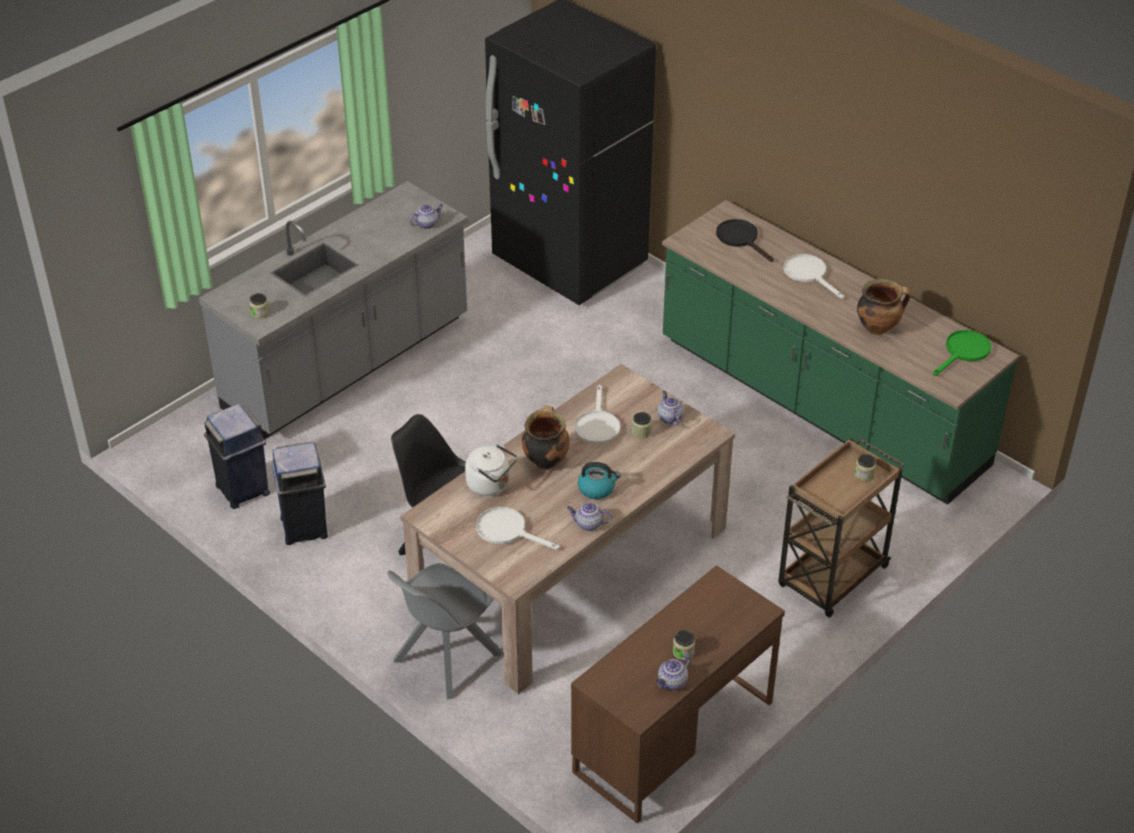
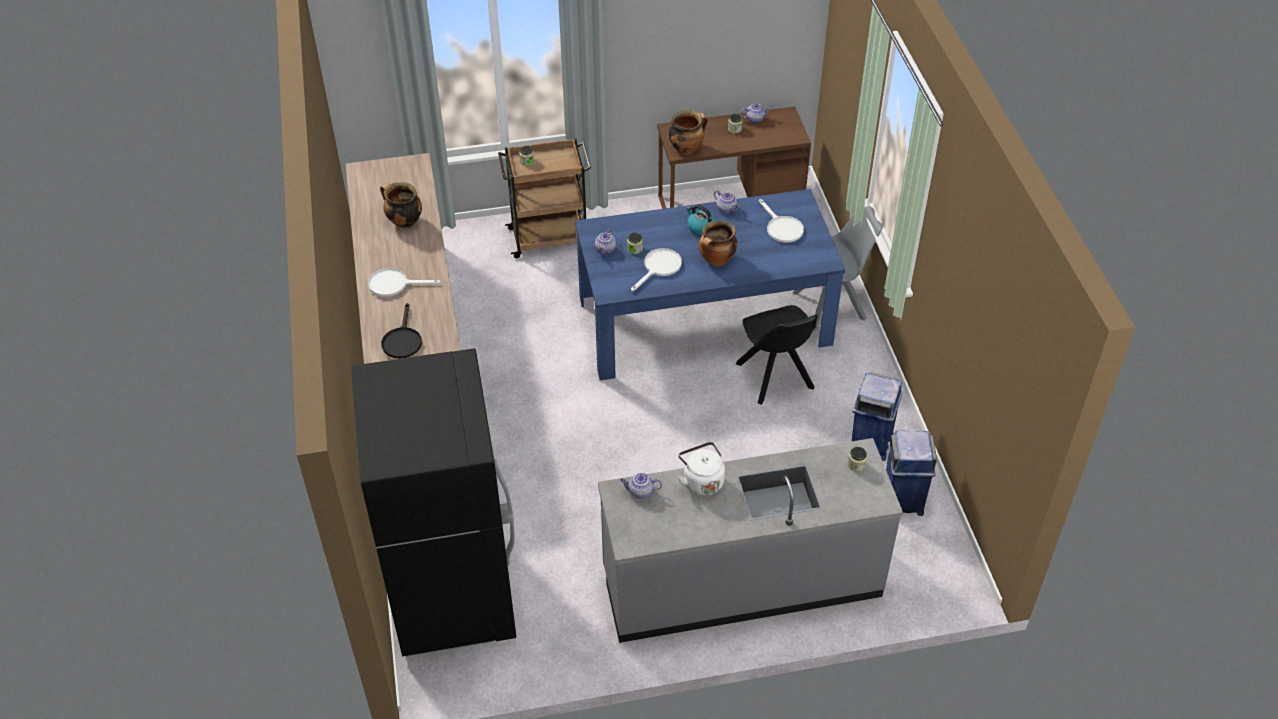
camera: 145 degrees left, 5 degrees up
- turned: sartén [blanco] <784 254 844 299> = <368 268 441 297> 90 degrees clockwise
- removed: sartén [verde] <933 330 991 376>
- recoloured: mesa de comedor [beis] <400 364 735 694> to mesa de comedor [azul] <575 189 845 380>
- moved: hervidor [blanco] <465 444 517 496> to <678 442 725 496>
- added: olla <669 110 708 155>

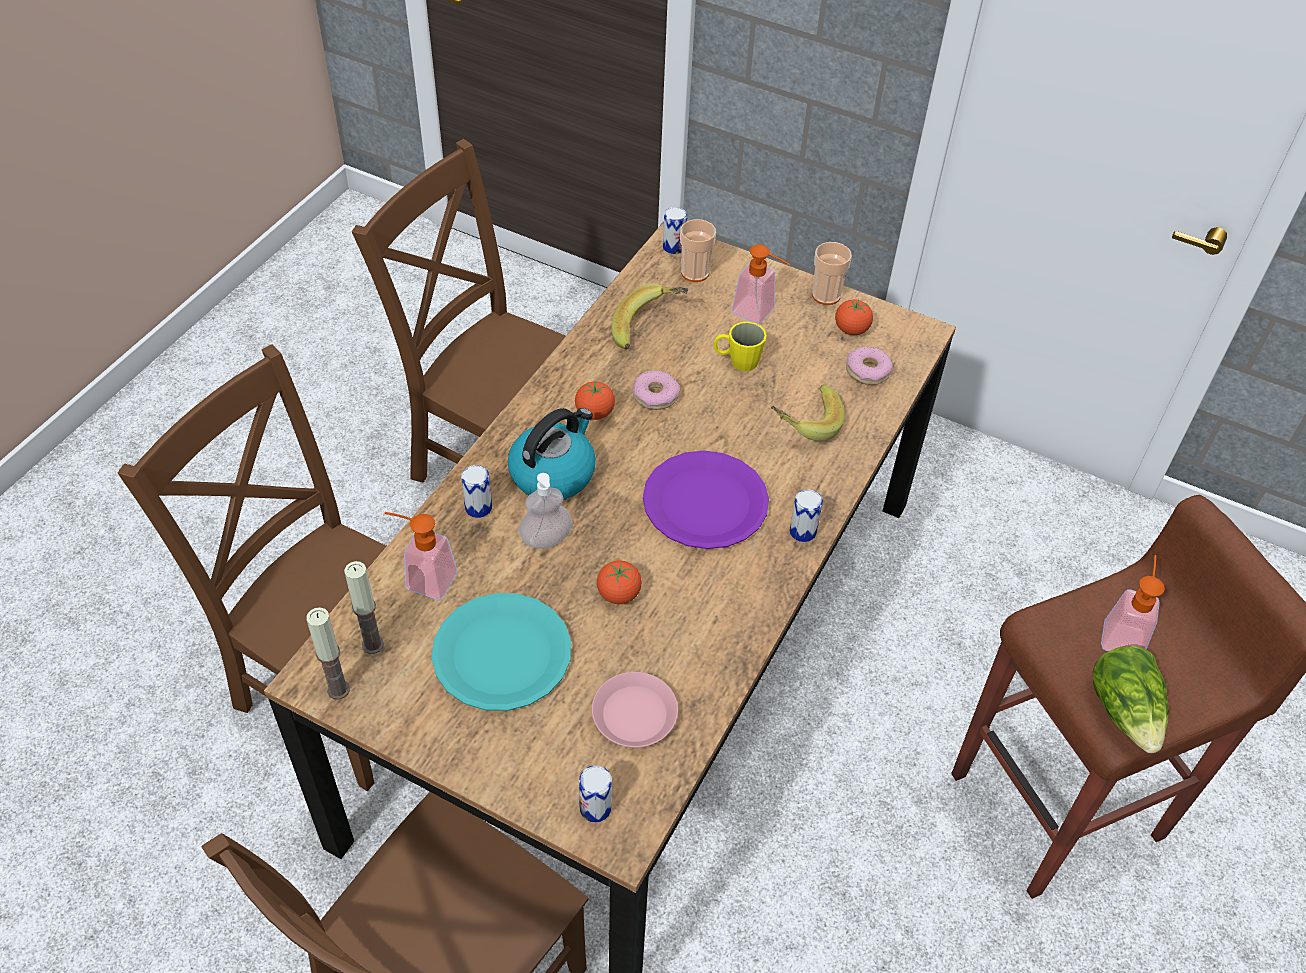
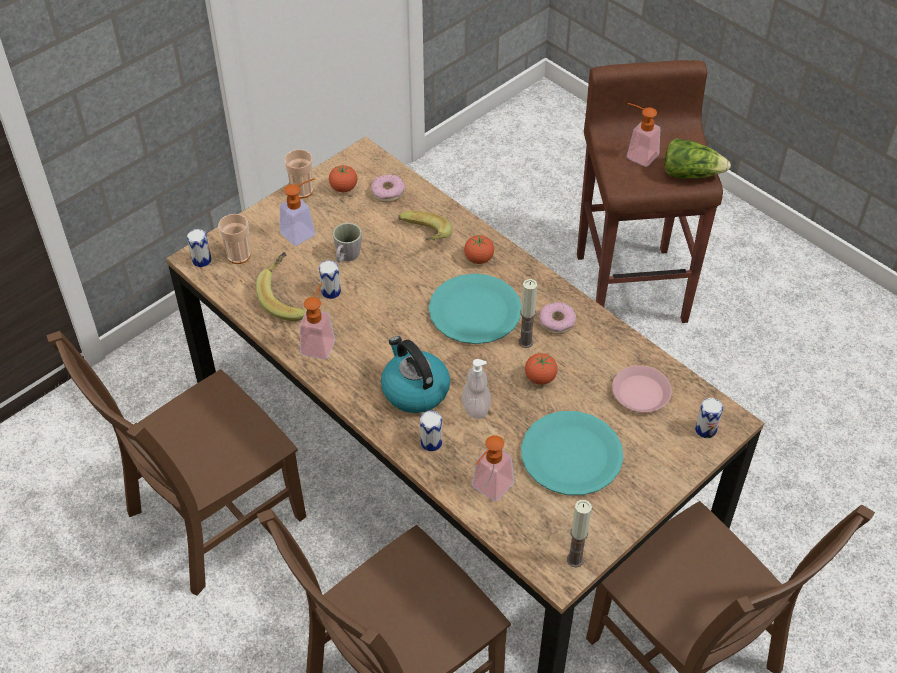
camera: 70 degrees left, 0 degrees up
- recoloured: taza grande [amarillo] <714 322 767 371> to taza grande [gris] <333 223 362 262>
- moved: rosquilla <633 371 680 410> to <539 302 576 334>
- moved: tomate <575 381 615 420> to <464 235 494 264>
- recoloured: plato [morado] <643 450 769 549> to plato [turquesa] <429 273 521 344>
- moved: lata <790 489 823 542> to <319 260 341 299>
- moved: vela <344 561 384 654> to <519 279 537 348>
- added: dispensador de jabón <300 283 335 359>

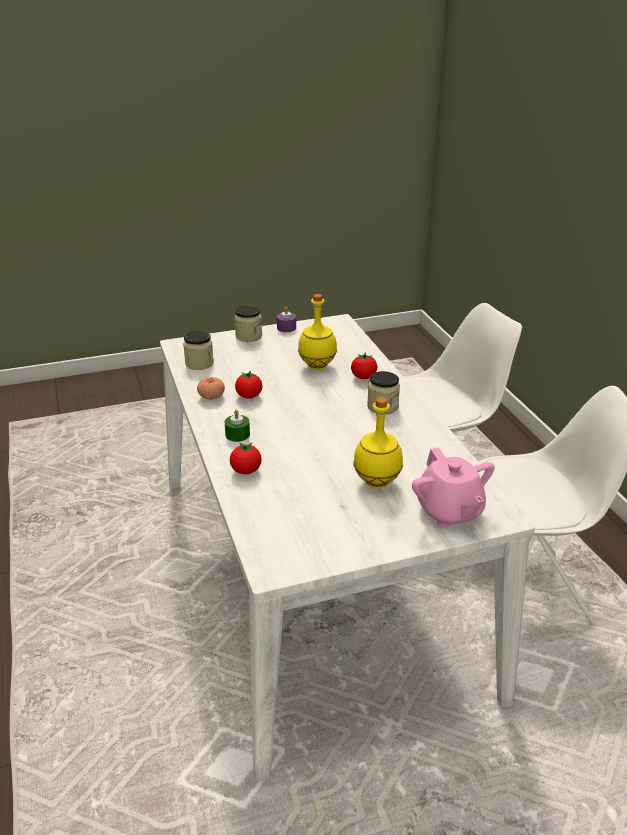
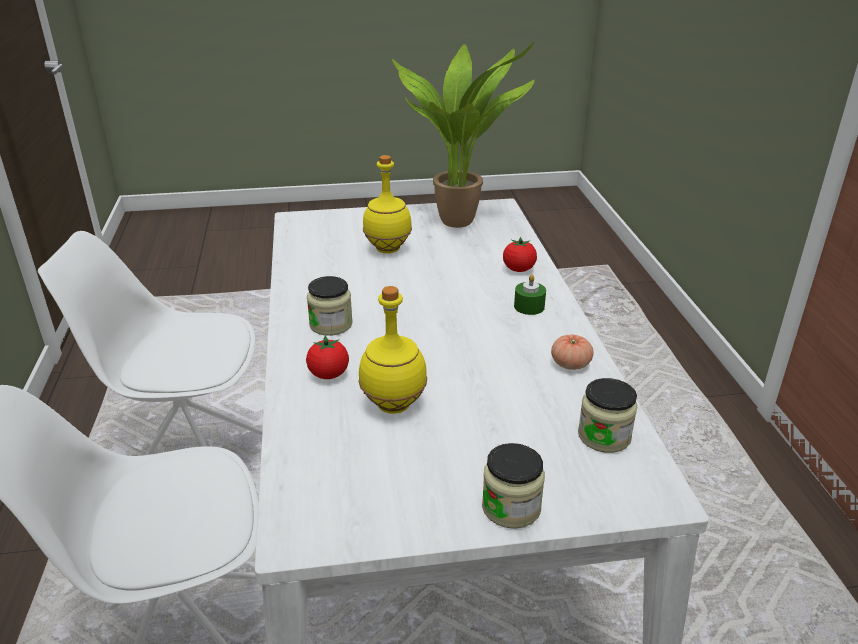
camera: 170 degrees left, 0 degrees up
- removed: vela [morado] <277 307 296 332>
- removed: tomate <235 370 262 399>
- removed: tetera [rosa] <412 447 495 528>
- added: planta en maceta <392 42 535 228>

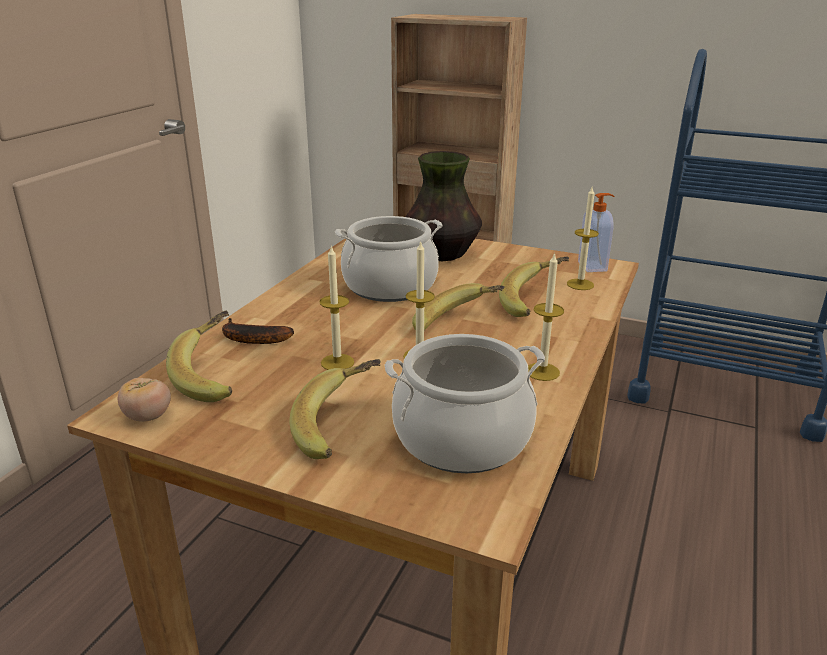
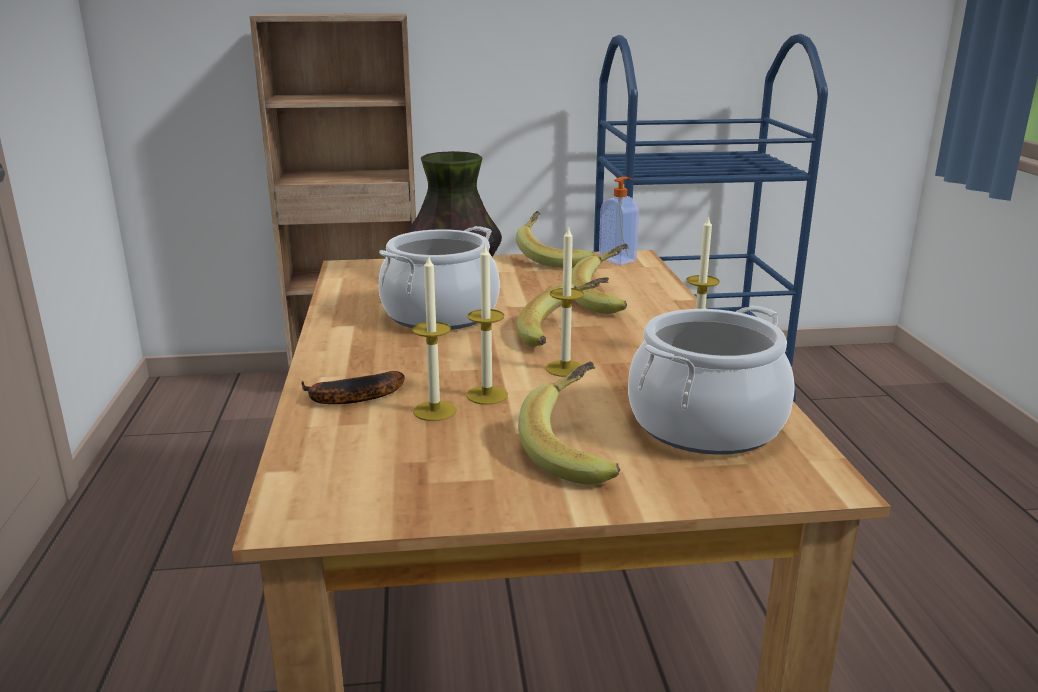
camera: 30 degrees left, 5 degrees down
- moved: vela <567 187 599 290> to <412 254 457 421>
- moved: plátano <166 311 232 402> to <516 211 595 268>
- removed: tomate <118 378 171 422>

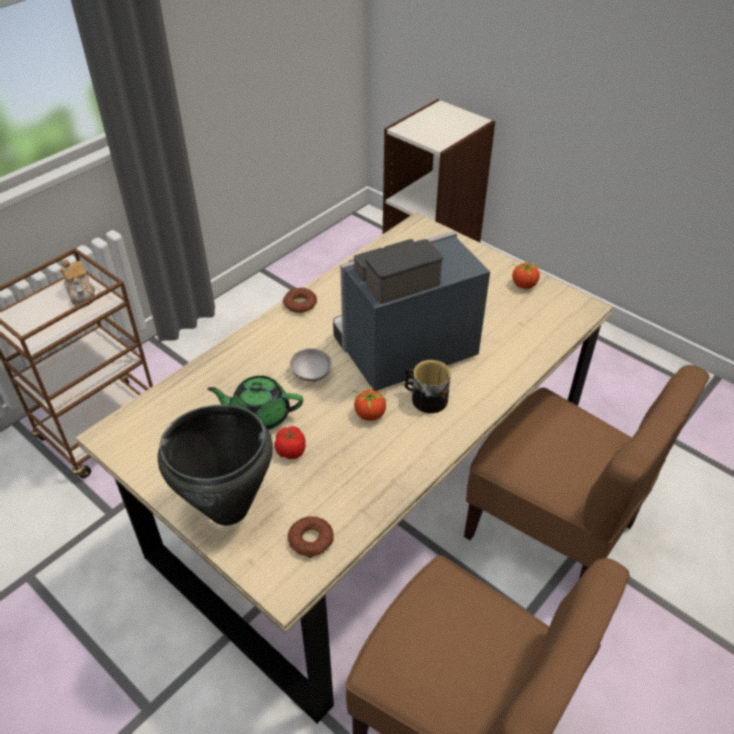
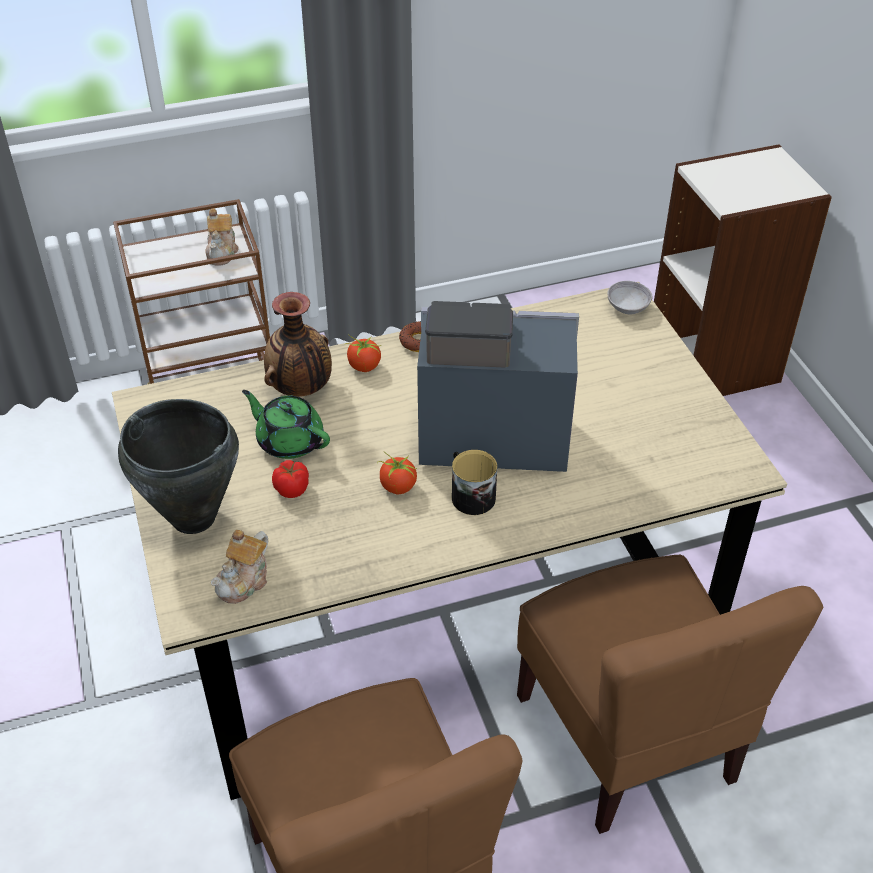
camera: 30 degrees right, 0 degrees up
- moved: tomate <512 260 540 289> to <345 335 381 372>
- moved: cuenco [gris] <290 348 331 382> to <607 281 653 314>
- replaced: rosquilla <288 516 334 558> to tetera <211 530 268 604>
- added: florero <264 292 332 397>

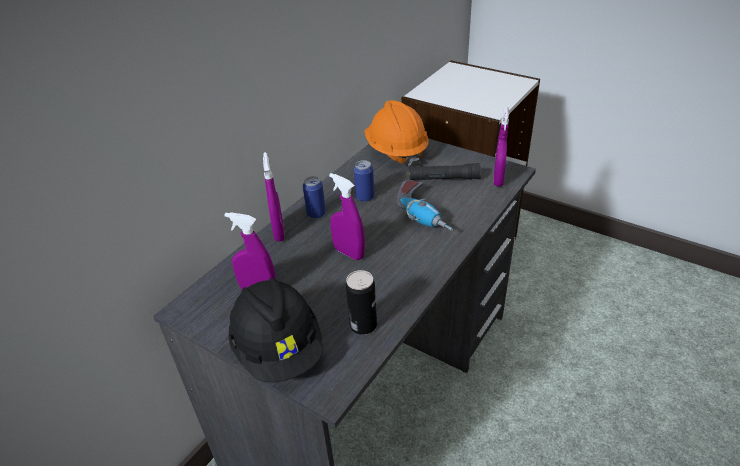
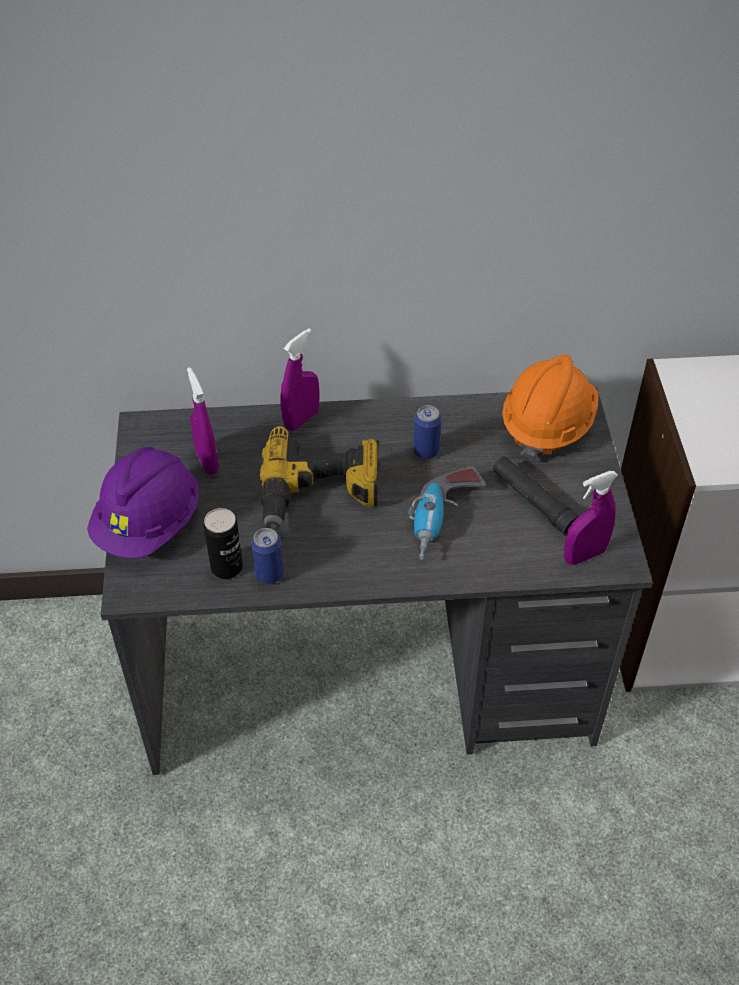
camera: 50 degrees right, 10 degrees up
- replaced: pulverizador [morado] <329 173 365 260> to taladro <260 426 379 531>
- moved: lata <303 176 326 219> to <251 528 284 584>
- recoloured: casco [negro] <228 278 323 382> to casco [morado] <87 447 199 558>

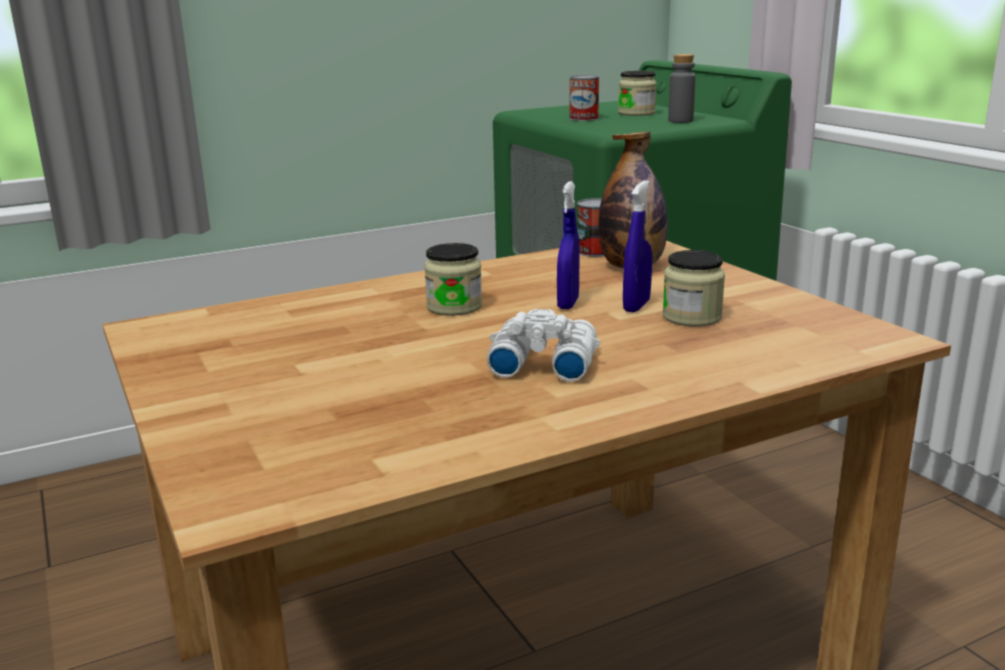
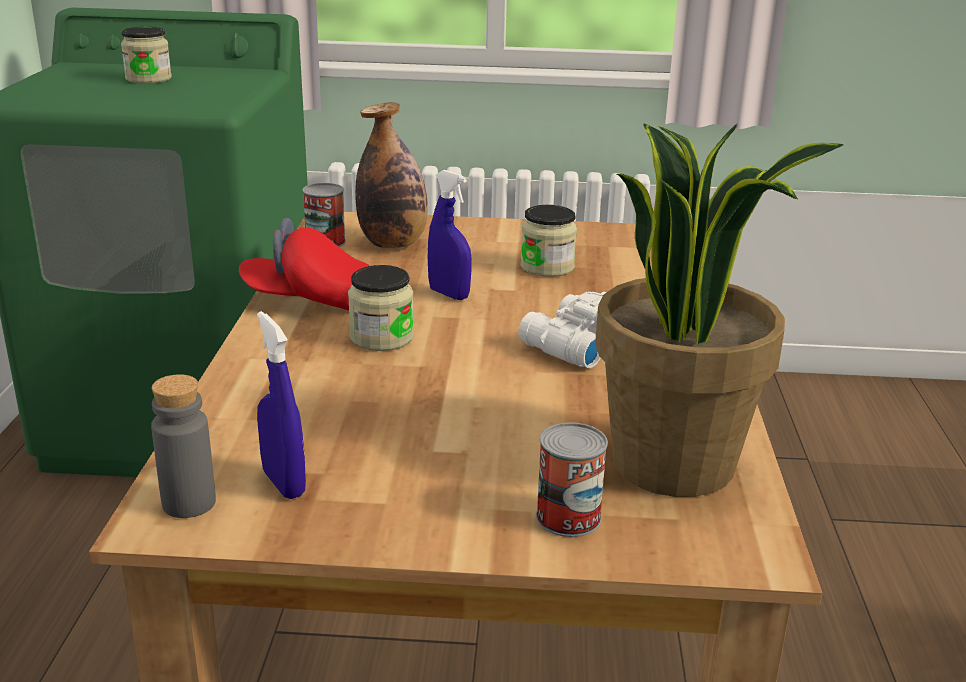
camera: 60 degrees left, 5 degrees up
- moved: botella [gris] <668 54 696 123> to <151 374 216 518>
- moved: lata <569 75 599 121> to <536 423 608 537>
- moved: pulverizador [azul] <623 180 652 312> to <257 311 306 499>
- added: planta en maceta <595 123 843 497>
- added: gorra [rojo] <239 218 370 310>

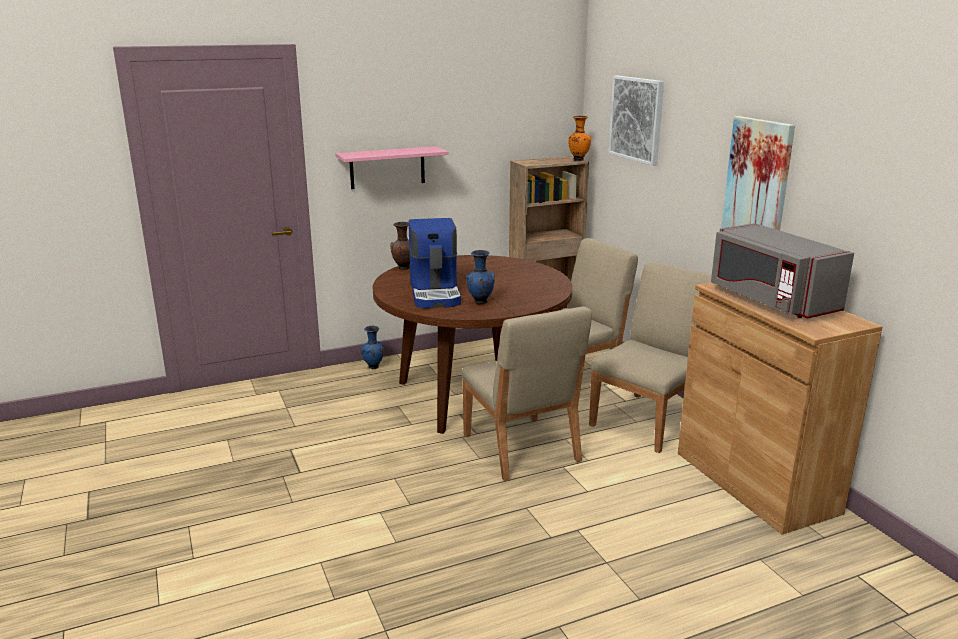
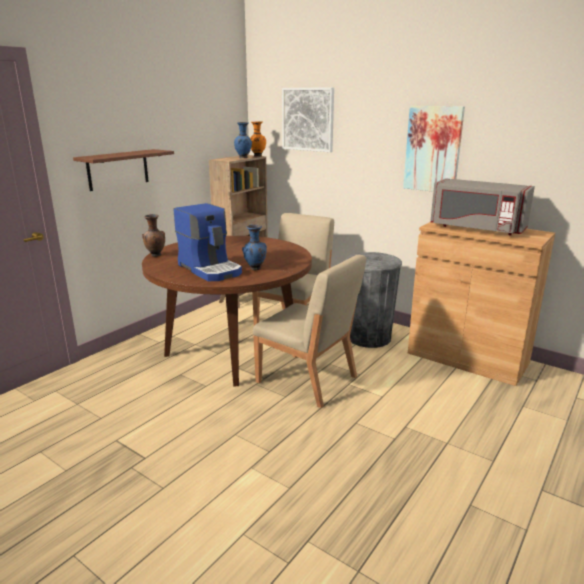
camera: 30 degrees left, 0 degrees up
- recoloured: estante [rosa] <335 146 449 189> to estante [marrón] <73 149 174 191>
- replaced: silla [beis] <589 262 712 453> to papelera [gris] <346 252 402 348>
- moved: florero [azul] <361 326 384 370> to <234 122 252 158>

